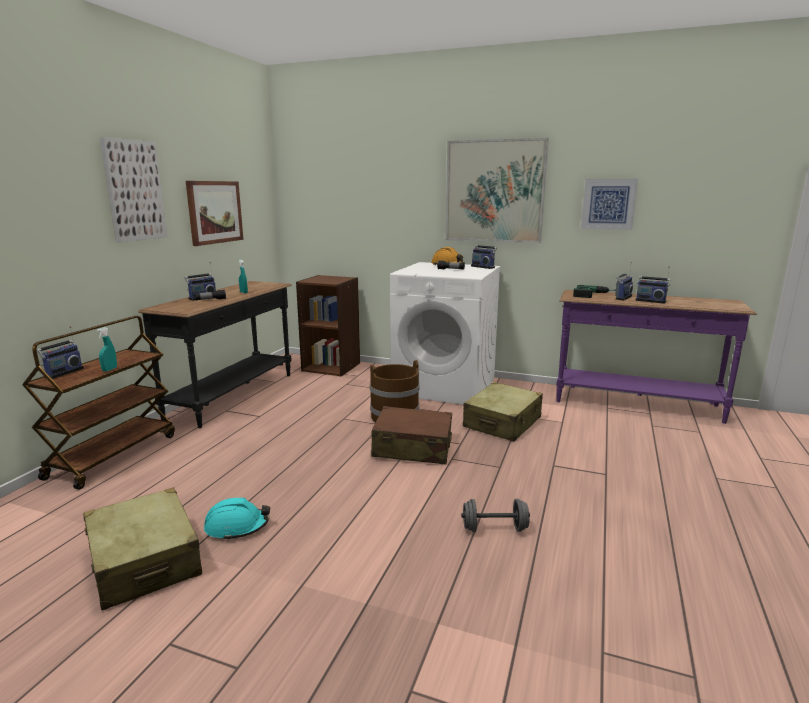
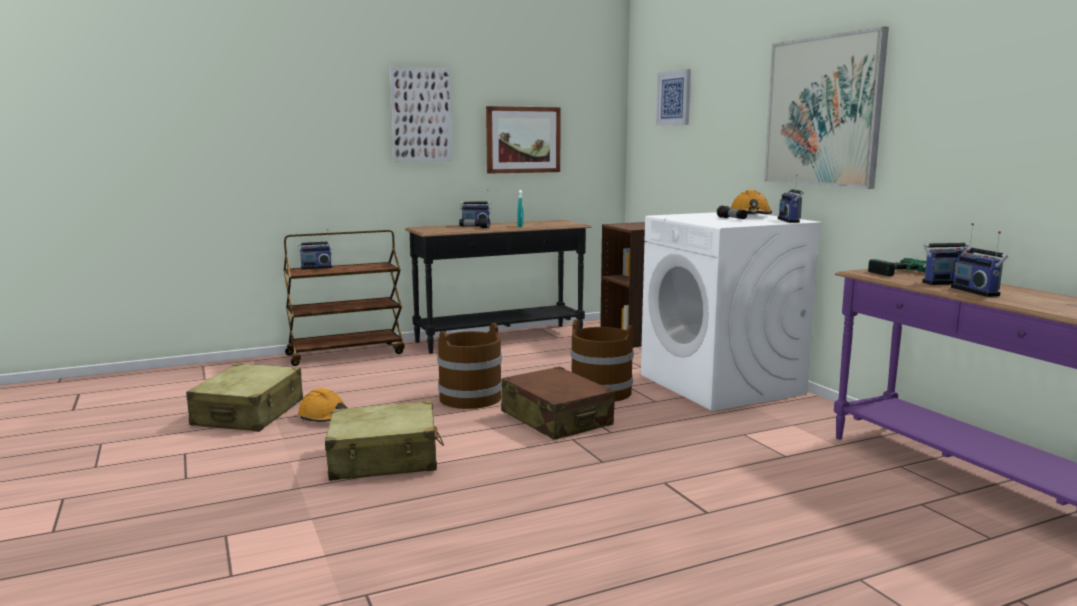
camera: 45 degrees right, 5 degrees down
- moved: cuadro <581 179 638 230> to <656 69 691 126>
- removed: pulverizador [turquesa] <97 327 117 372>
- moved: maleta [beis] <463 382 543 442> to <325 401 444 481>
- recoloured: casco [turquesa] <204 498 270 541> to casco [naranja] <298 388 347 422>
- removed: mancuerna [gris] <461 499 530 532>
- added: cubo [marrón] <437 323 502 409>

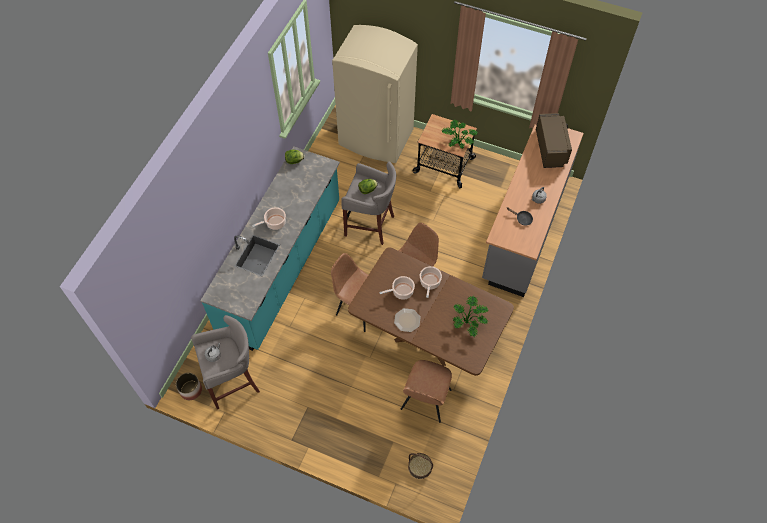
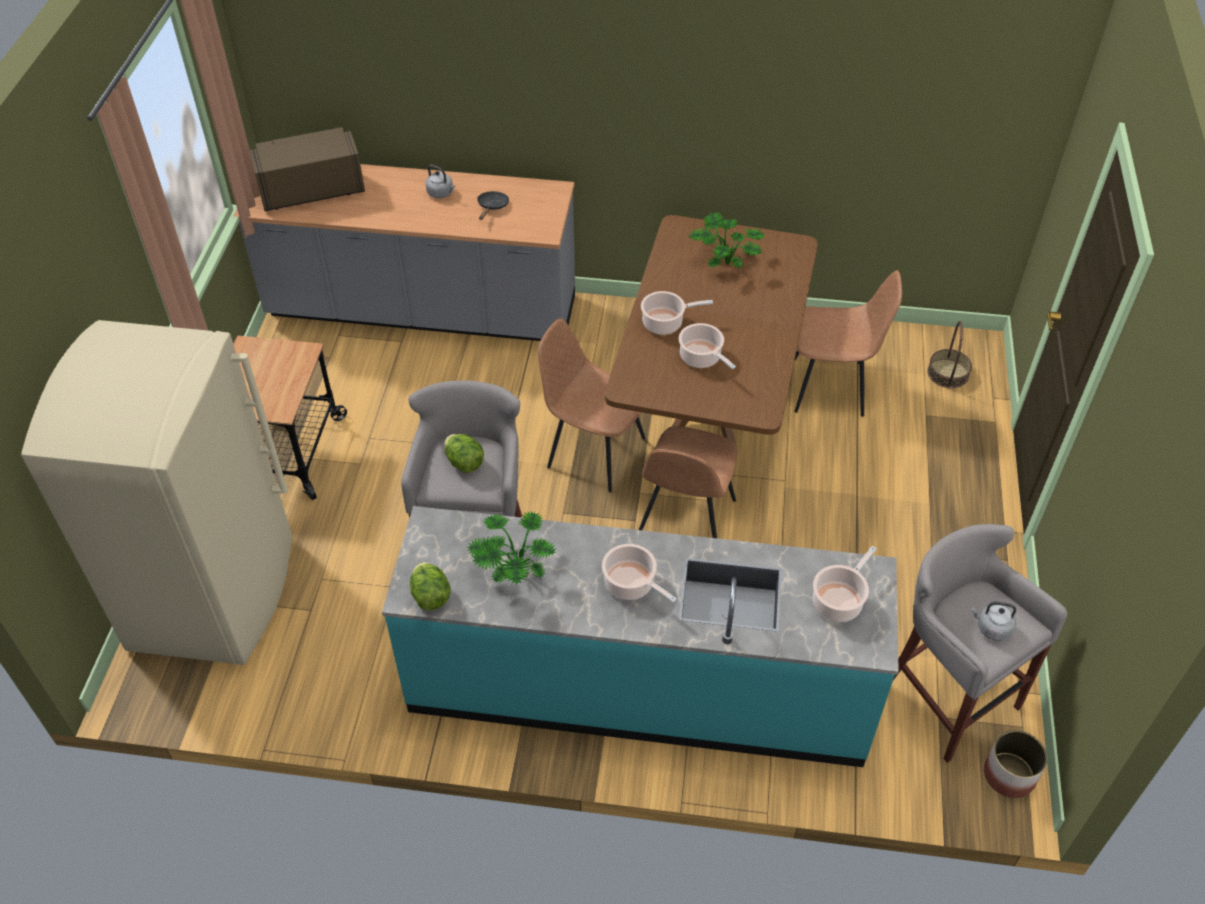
camera: 105 degrees left, 10 degrees down
- moved: planta en maceta <442 120 477 149> to <467 511 556 585>
- removed: plato <394 308 421 332>
- added: olla <813 546 877 622>

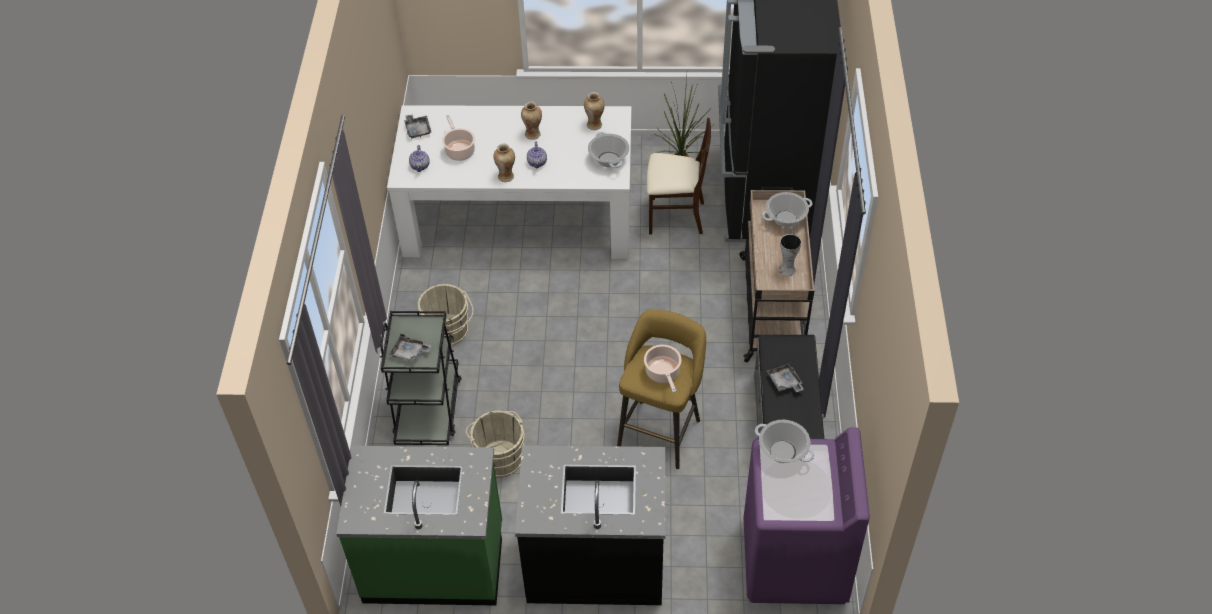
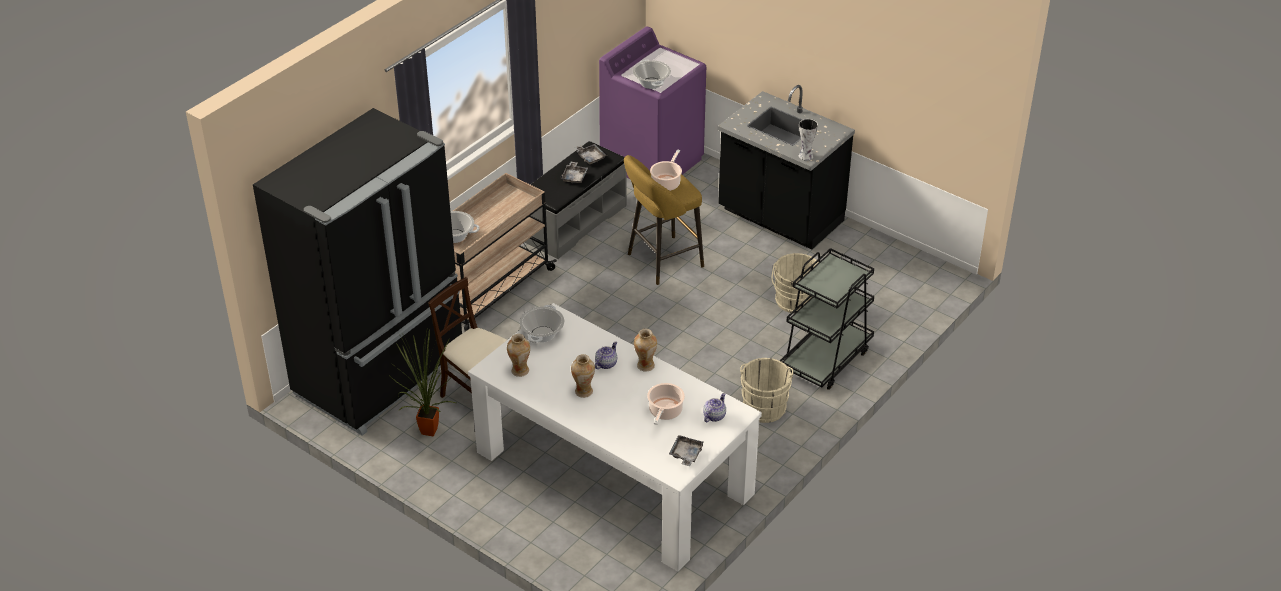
camera: 145 degrees left, 10 degrees down
- moved: florero <779 234 802 276> to <799 119 818 161>
- moved: bandeja [gris] <389 333 431 362> to <575 144 607 165>
- removed: mueble bajo de cocina [verde] <336 446 502 606>

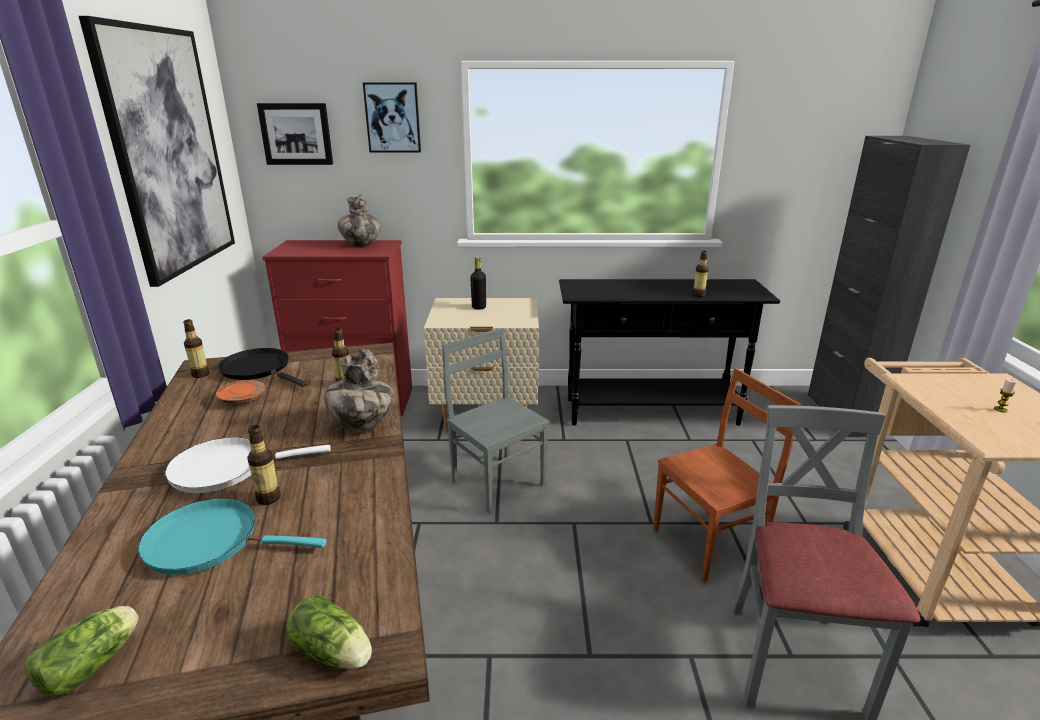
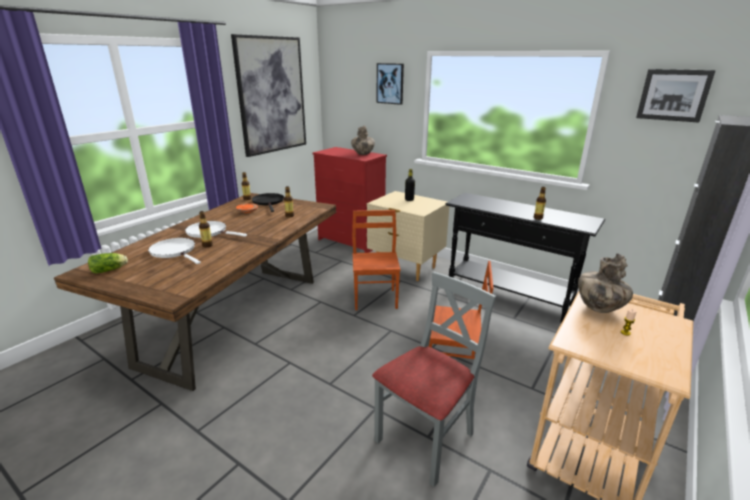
camera: 35 degrees right, 0 degrees up
- moved: cuadro <257 103 333 165> to <636 69 716 123>
- recoloured: silla [gris] <442 328 550 513> to silla [marrón] <352 210 401 310>
- moved: florero <324 348 395 433> to <578 253 633 313>
- recoloured: sartén [turquesa] <138 498 327 575> to sartén [blanco] <148 238 201 264>
- removed: lechuga <286 596 372 669>

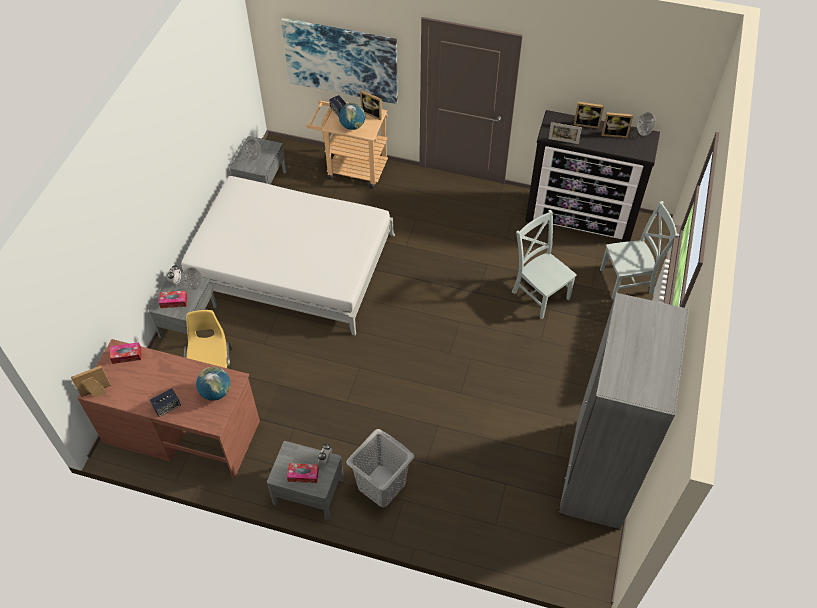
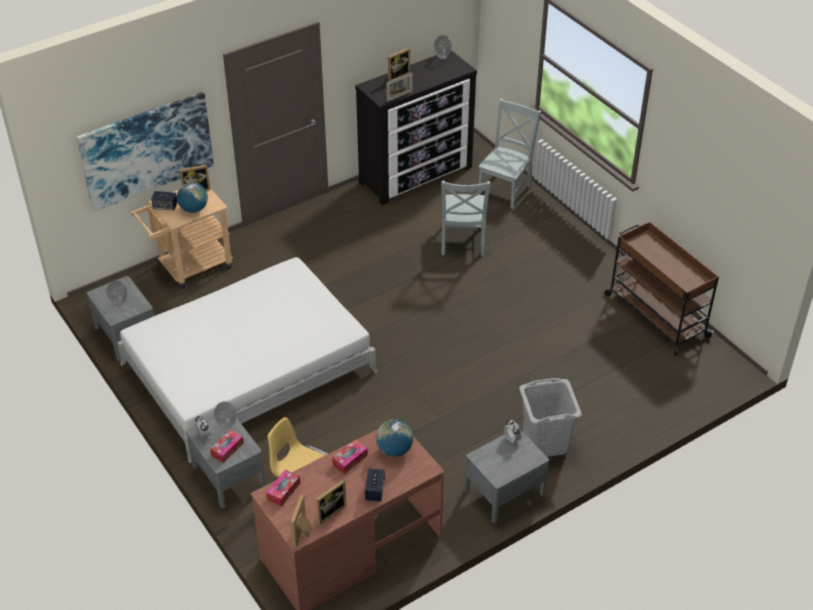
camera: 50 degrees left, 10 degrees down
- moved: portarretratos <602 112 633 138> to <316 480 347 525>
- turned: silla [gris] <511 210 577 319> = <441 180 491 256> 90 degrees counterclockwise
- replaced: armario ropero [gris] <559 292 689 529> to carrito [marrón] <604 222 719 355>
- moved: caja de pañuelos <287 463 319 483> to <332 440 368 474>

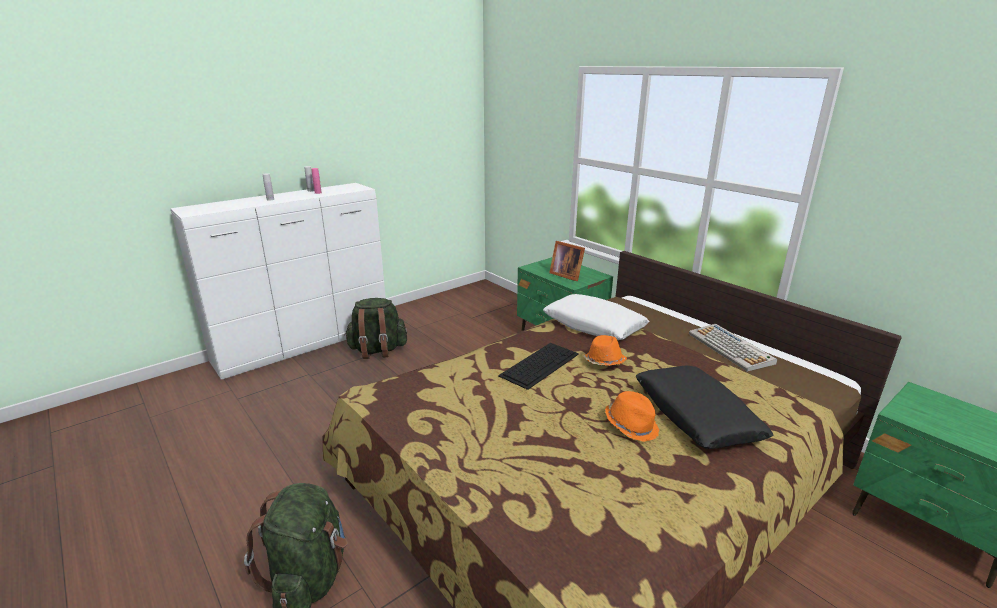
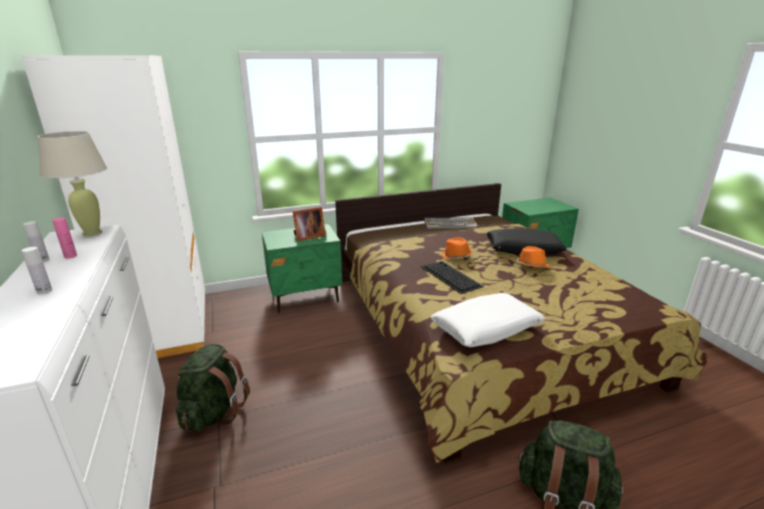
camera: 70 degrees left, 0 degrees up
- moved: cojín [blanco] <543 294 649 340> to <431 293 545 347>
- added: armario ropero [blanco] <21 55 205 358>
- added: lámpara de mesa [beis] <38 131 107 237>

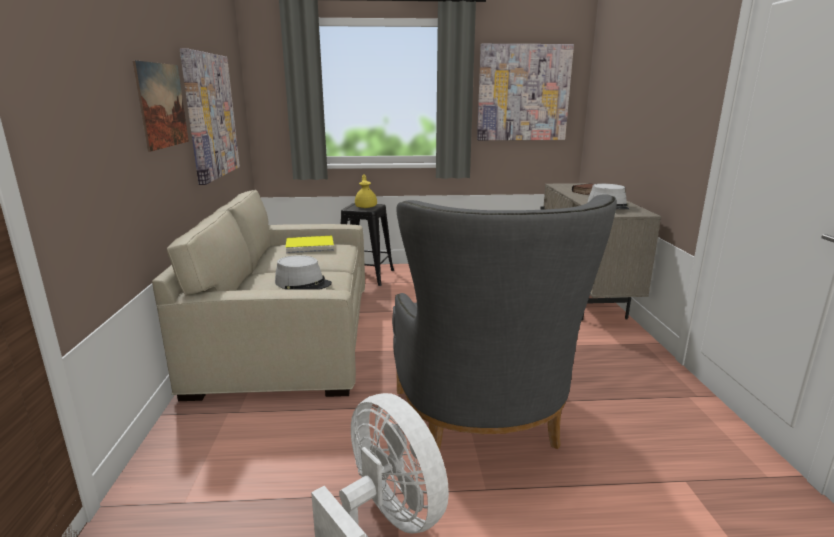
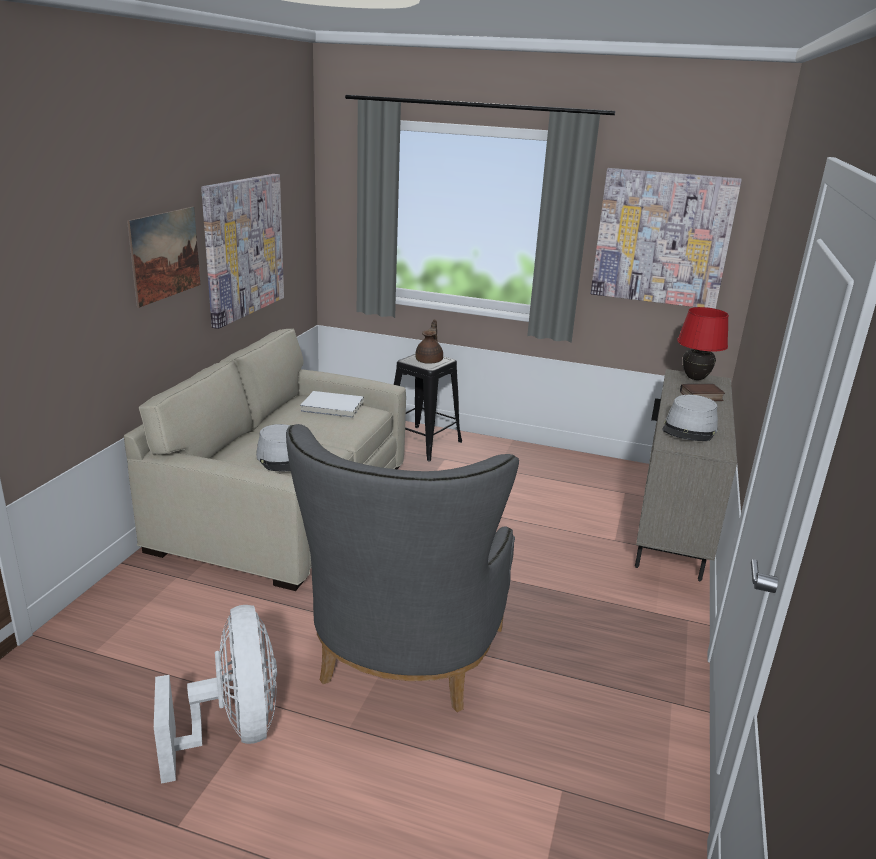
camera: 20 degrees right, 5 degrees up
- recoloured: tetera [amarillo] <355 174 377 208> to tetera [marrón] <415 319 443 364>
- recoloured: libro [amarillo] <285 236 334 253> to libro [blanco] <300 391 364 418>
- added: lámpara de mesa [rojo] <677 307 729 380>

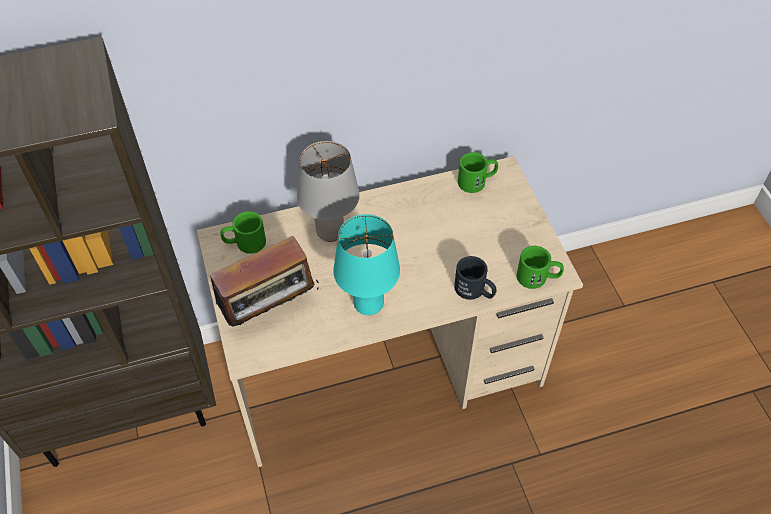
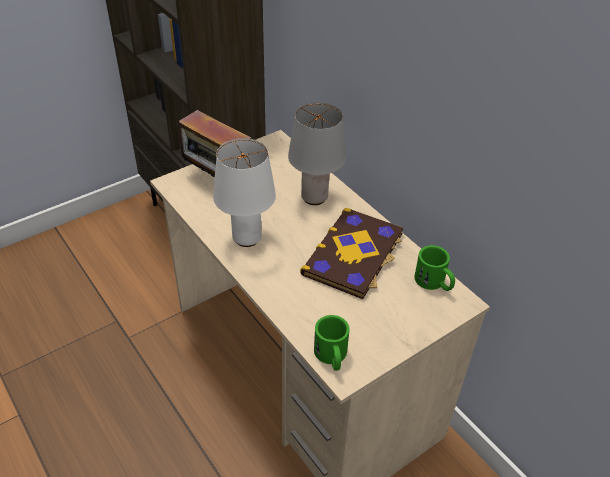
camera: 70 degrees right, 10 degrees down
- removed: taza grande [verde] <220 211 266 254>
- recoloured: lámpara de mesa [turquesa] <333 214 400 315> to lámpara de mesa [blanco] <213 138 276 247>
- removed: taza grande [negro] <454 256 496 300>
- added: libro <300 208 403 299>

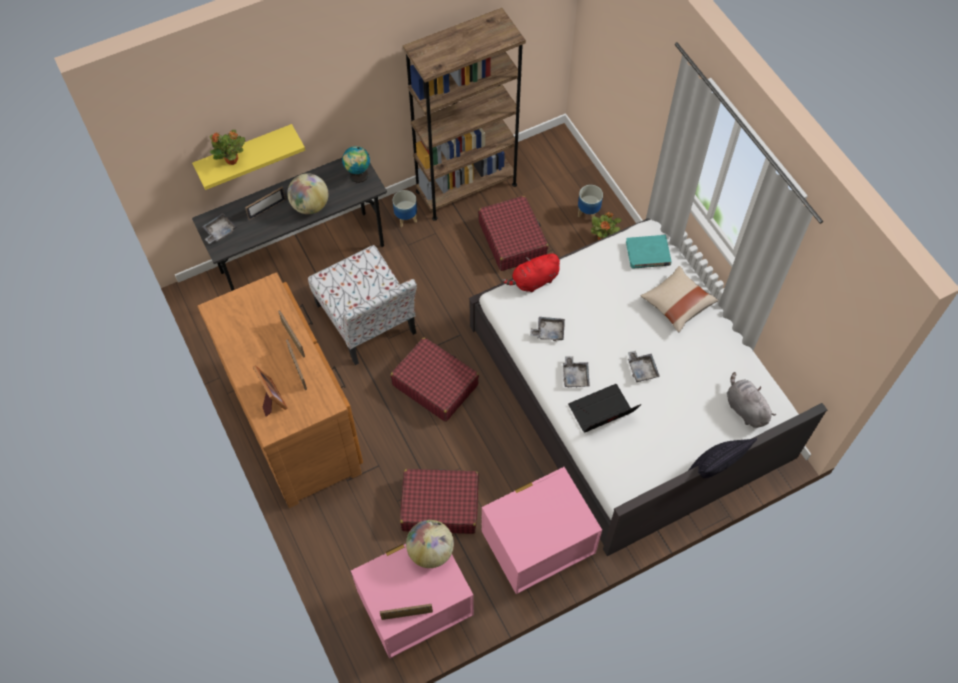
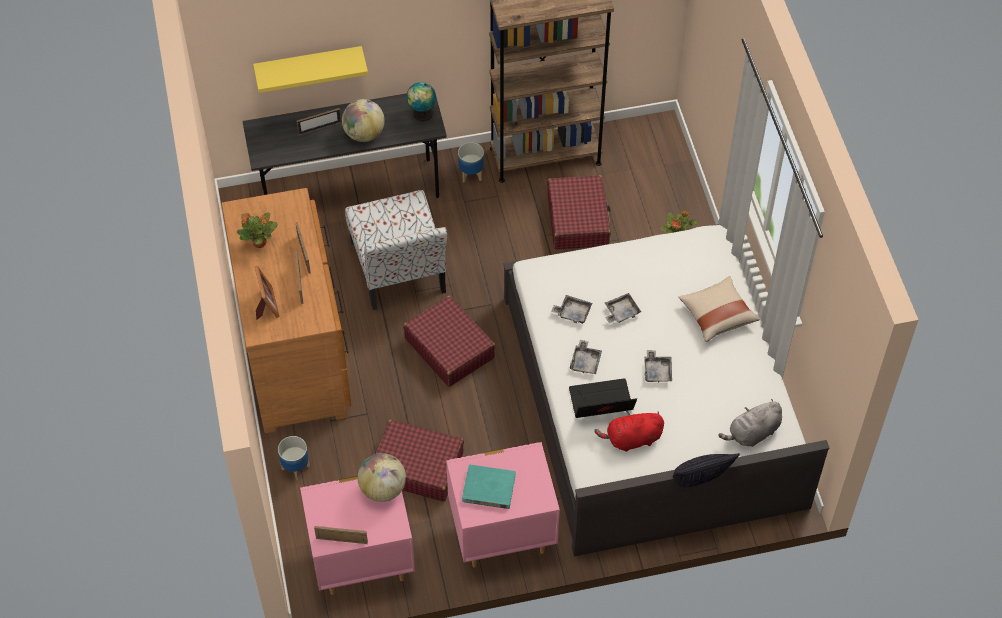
camera: 15 degrees right, 5 degrees down
- moved: planta en maceta <209 130 245 165> to <237 212 278 248>
- moved: maceta <578 185 603 218> to <278 436 310 480>
- moved: bandeja [gris] <202 213 237 244> to <605 293 642 324>
- moved: libro [turquesa] <626 235 671 269> to <462 464 516 509>
- moved: peluche [rojo] <502 252 560 292> to <594 411 664 452>
- turned: peluche [gris] <727 372 776 428> = <719 399 782 447> 105 degrees counterclockwise

